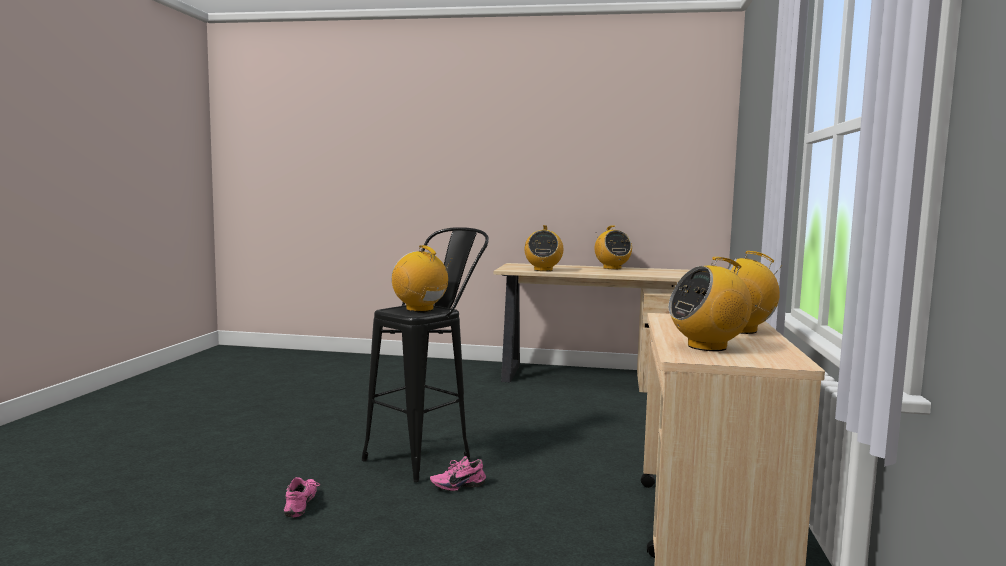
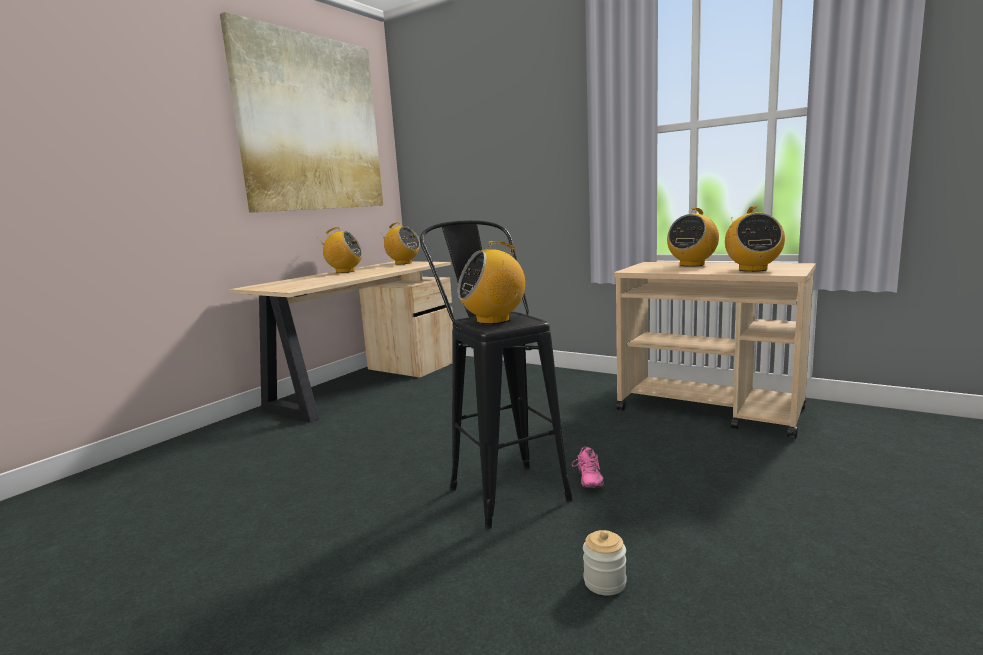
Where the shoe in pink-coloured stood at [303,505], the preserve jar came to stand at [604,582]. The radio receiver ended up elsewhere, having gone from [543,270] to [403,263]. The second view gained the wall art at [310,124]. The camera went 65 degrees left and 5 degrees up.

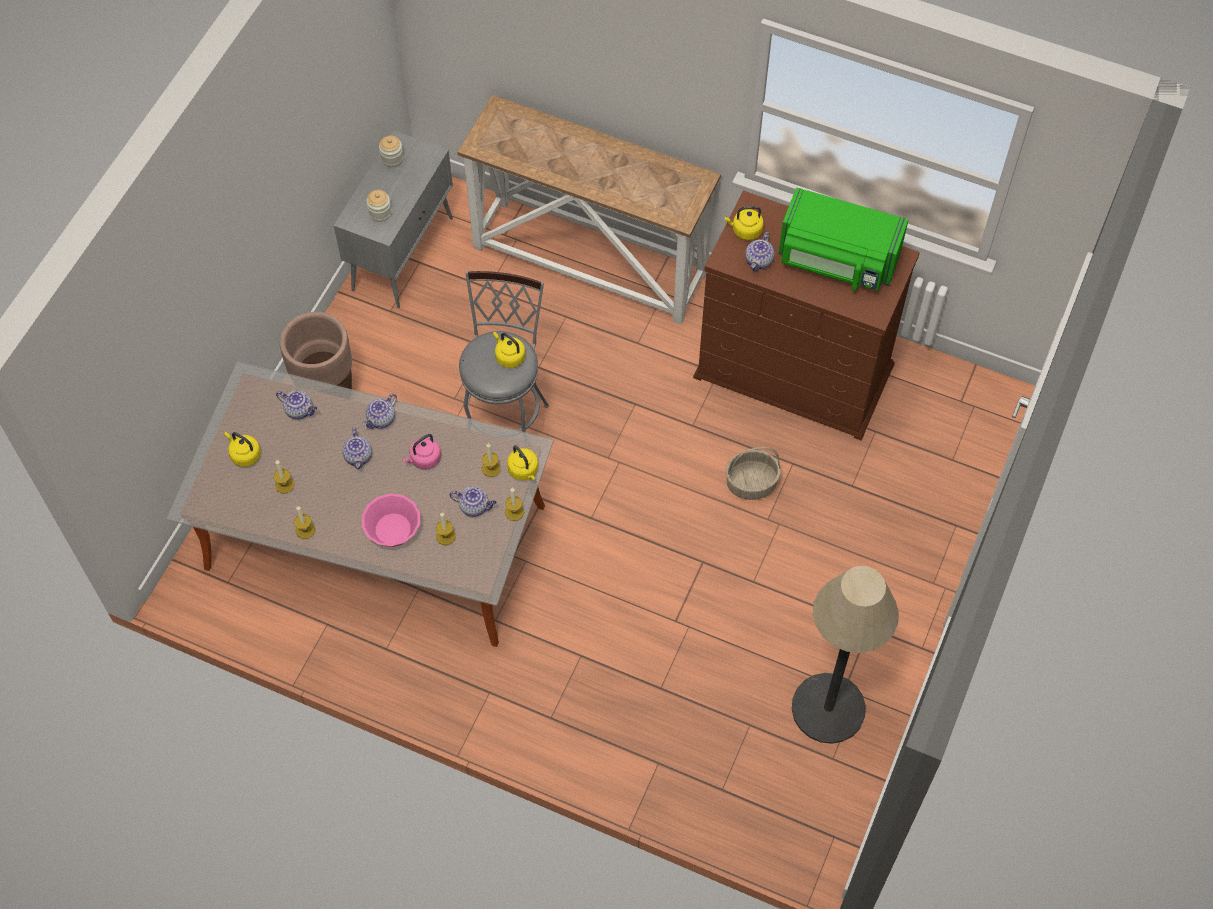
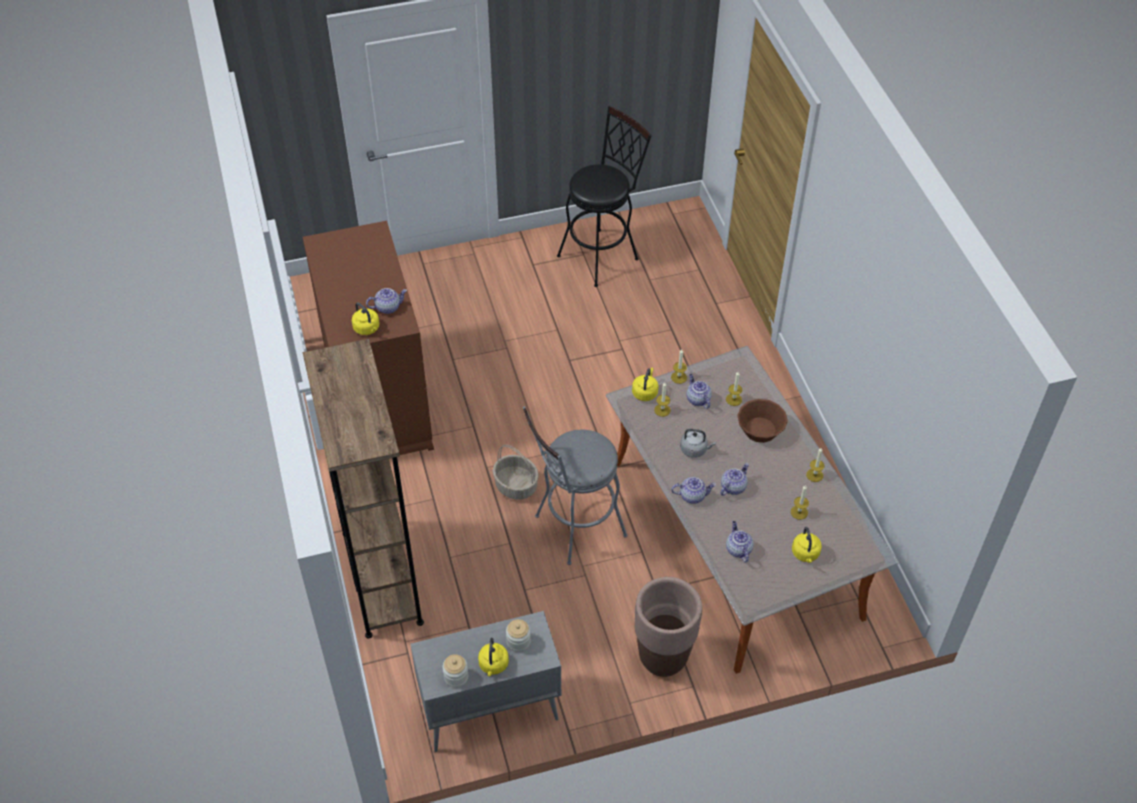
What was the deep dish in pink-coloured at [393,529] turned into the deep dish in brown at [760,429]. What was the tea kettle in pink-coloured at [424,459] turned into the tea kettle in greyish at [695,449]. Where the console table stood at [591,260], the bookcase in brown came to stand at [382,577]. The tea kettle in yellow ended up elsewhere, having gone from [509,356] to [493,665]. The storage basket ended up elsewhere, having gone from [751,484] to [516,486]. The second view lost the microwave oven in green-coloured at [836,261]. Where the standard lamp stood at [828,708], the sitting stool in blackish came to stand at [603,254]. The camera went 130 degrees left and 10 degrees down.

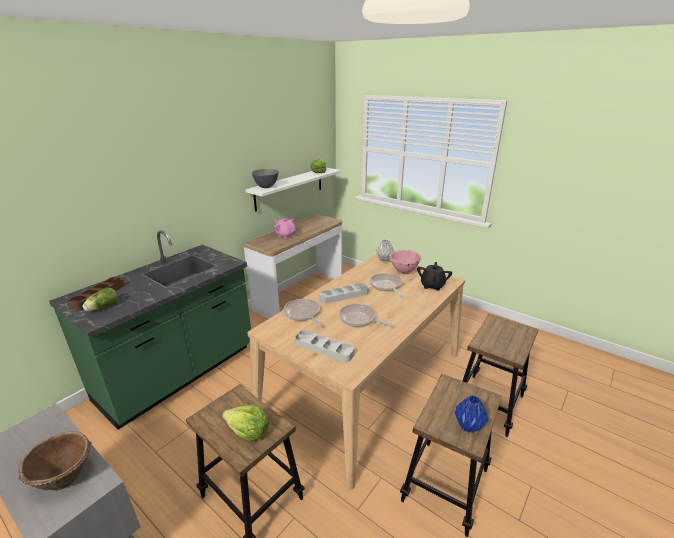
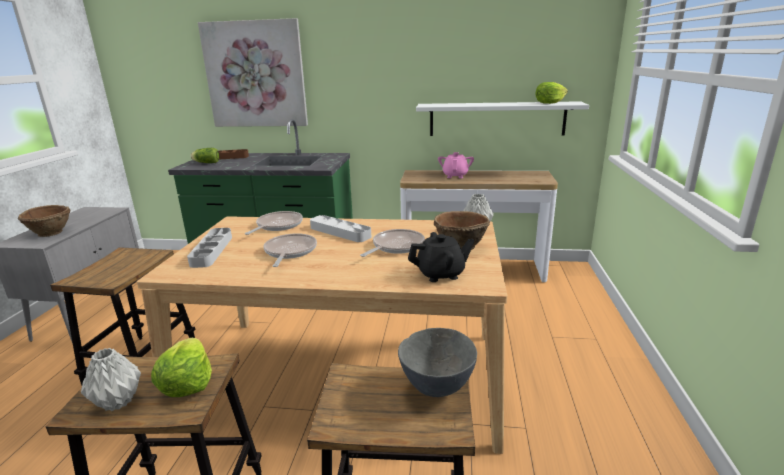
The lettuce ended up elsewhere, having gone from [248,432] to [187,383]. The deep dish in greyish ended up elsewhere, having gone from [266,187] to [436,387]. What was the deep dish in pink-coloured at [403,271] turned into the deep dish in brown at [460,247]. What was the flower vase in bluish at [468,426] turned into the flower vase in greyish at [117,401]. The second view gained the wall art at [255,75]. The camera went 60 degrees right and 5 degrees down.

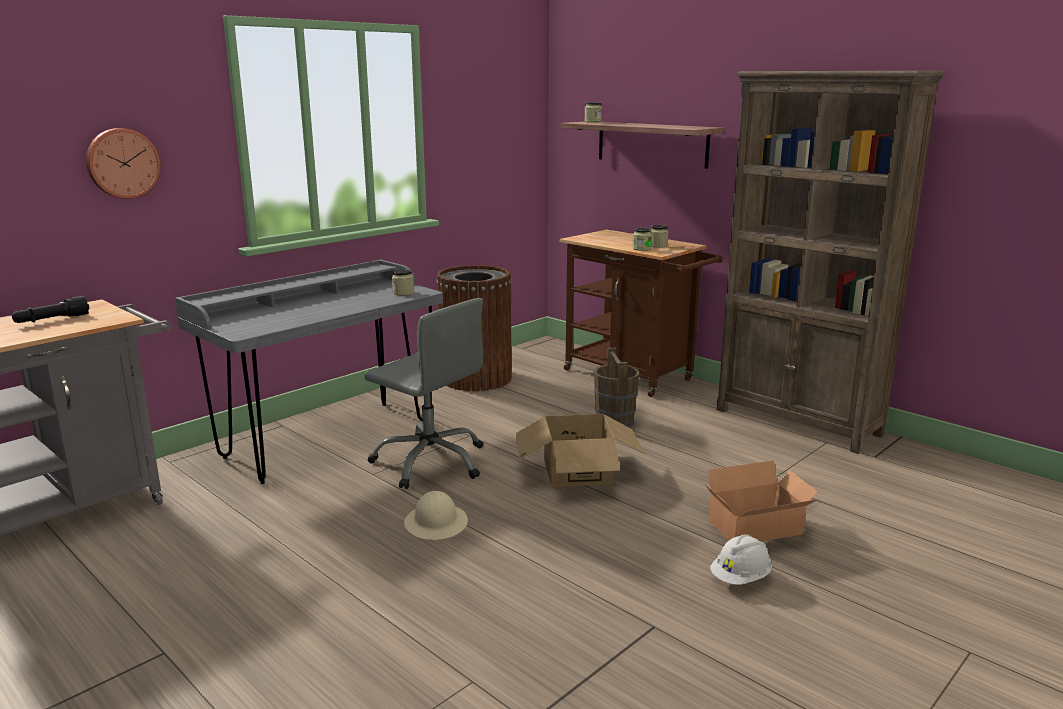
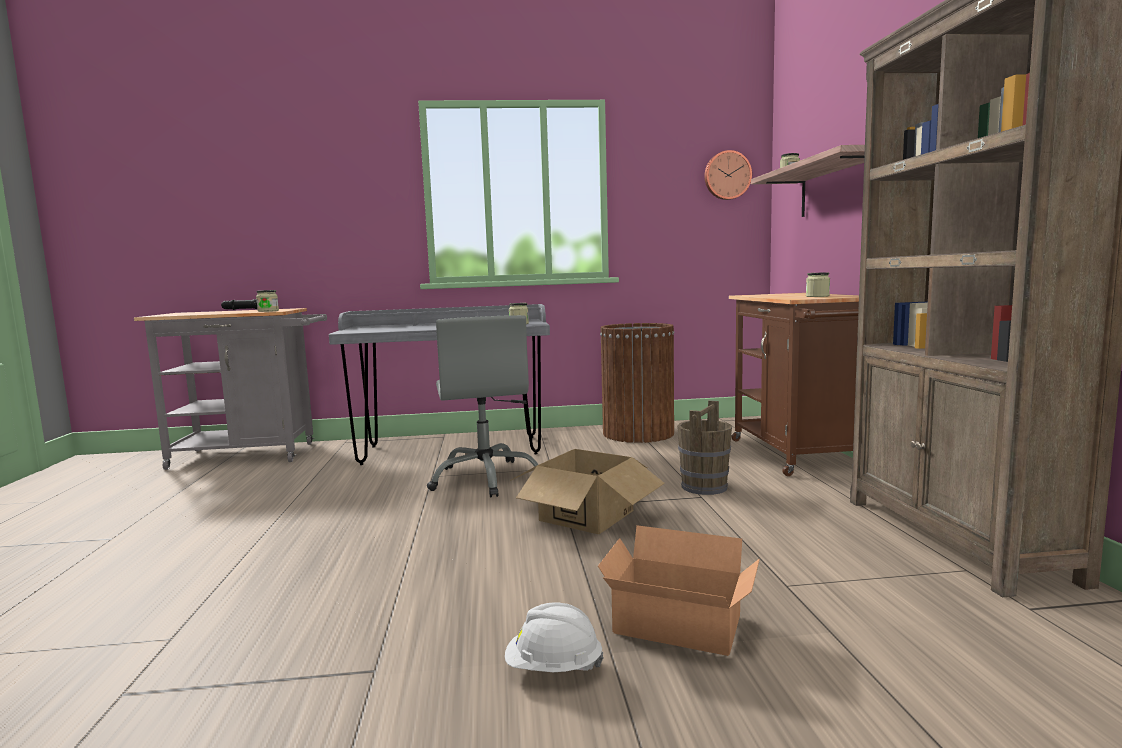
The wall clock ended up elsewhere, having gone from [122,163] to [727,175]. The second view lost the hard hat in beige-coloured at [436,523]. The preserve jar ended up elsewhere, having gone from [641,249] to [268,311]. The camera went 40 degrees right and 10 degrees down.

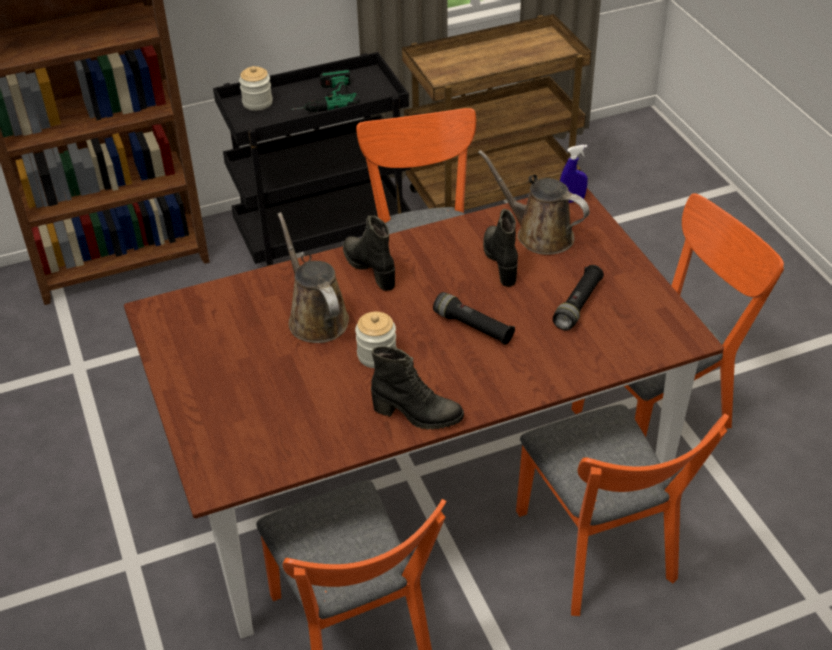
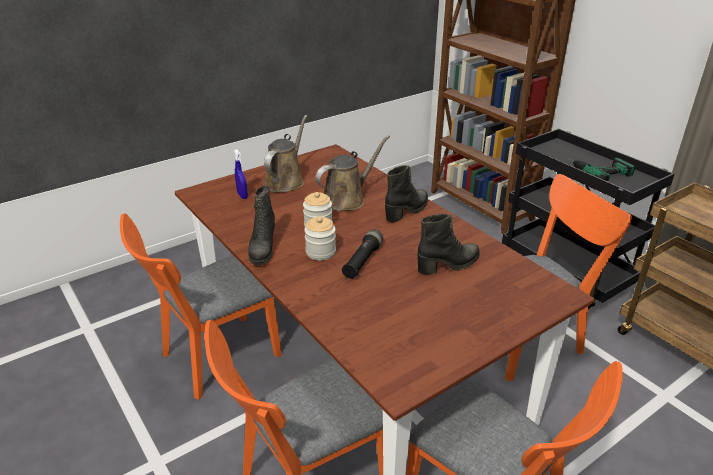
The preserve jar ended up elsewhere, having gone from [257,103] to [320,252]. The watering can in brown ended up elsewhere, having gone from [539,235] to [285,181]. The second view lost the torch in blackish at [578,305]. The hand sprayer in bluish ended up elsewhere, having gone from [571,200] to [242,195]. The camera went 75 degrees right and 10 degrees down.

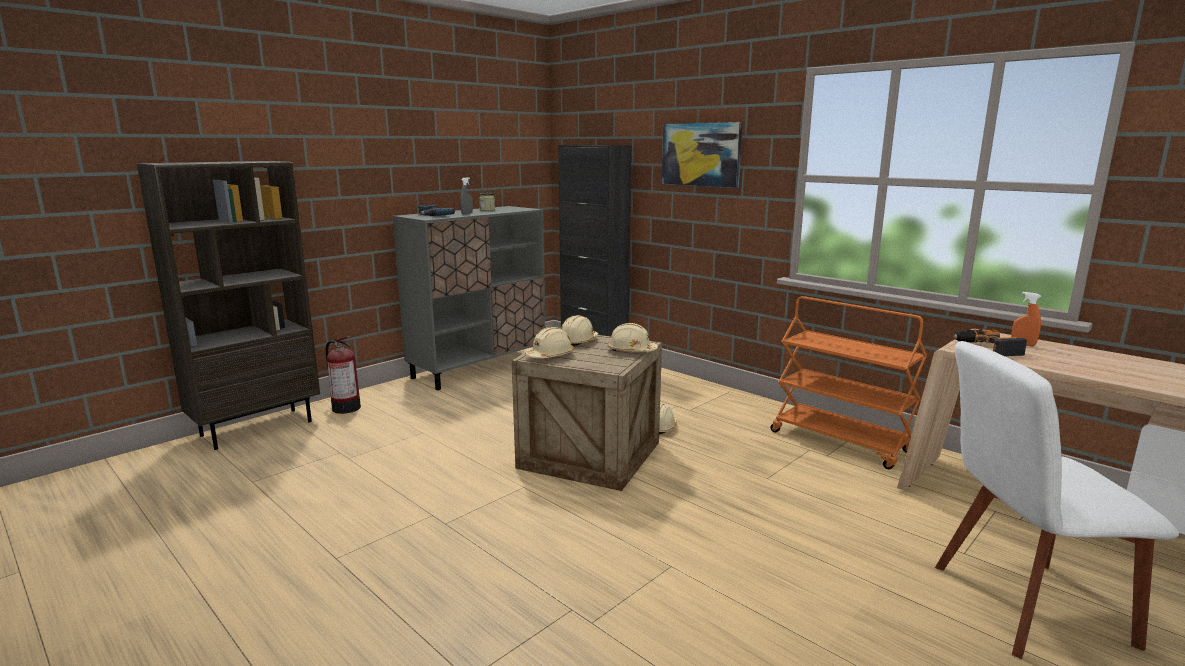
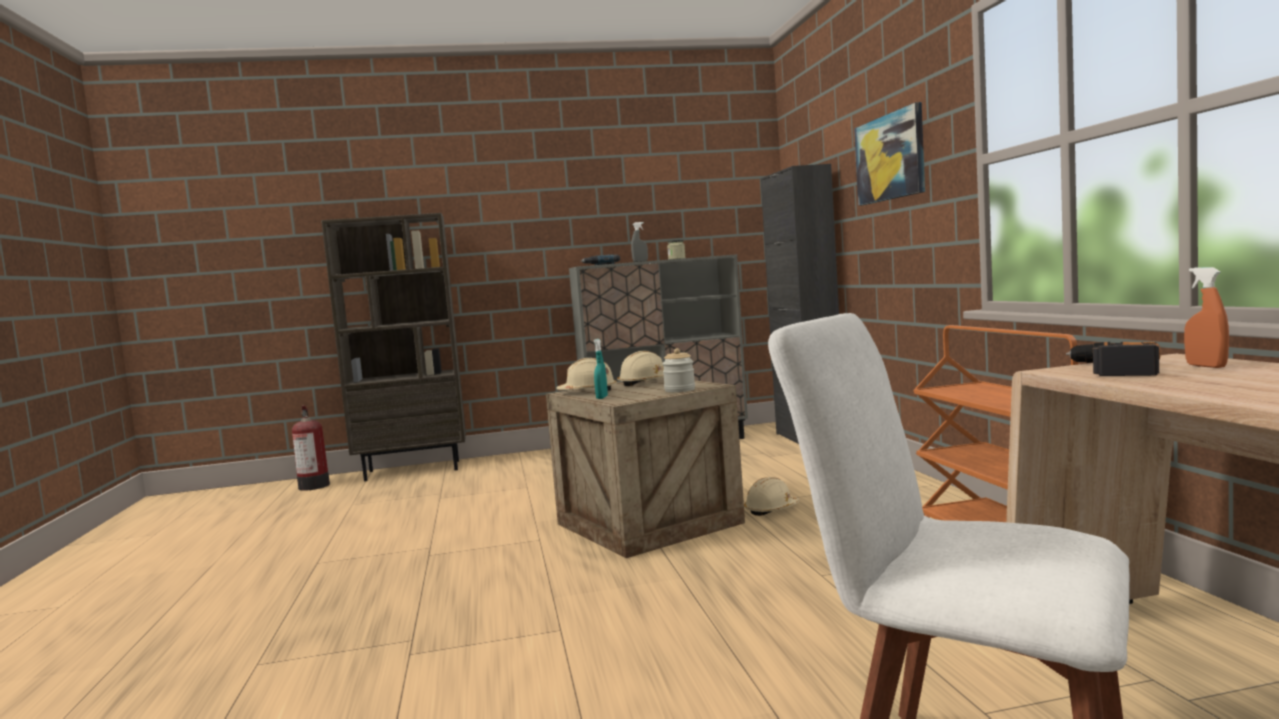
The extinguisher ended up elsewhere, having gone from [345,407] to [314,485]. Where the hard hat in beige-coloured stood at [631,351], the preserve jar came to stand at [679,390]. The second view gained the hand sprayer in turquoise-coloured at [602,398]. The camera went 35 degrees right and 10 degrees down.

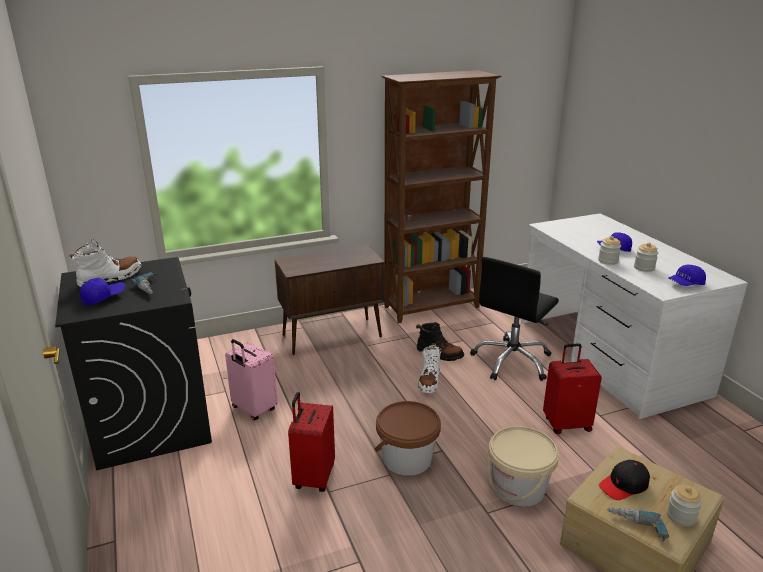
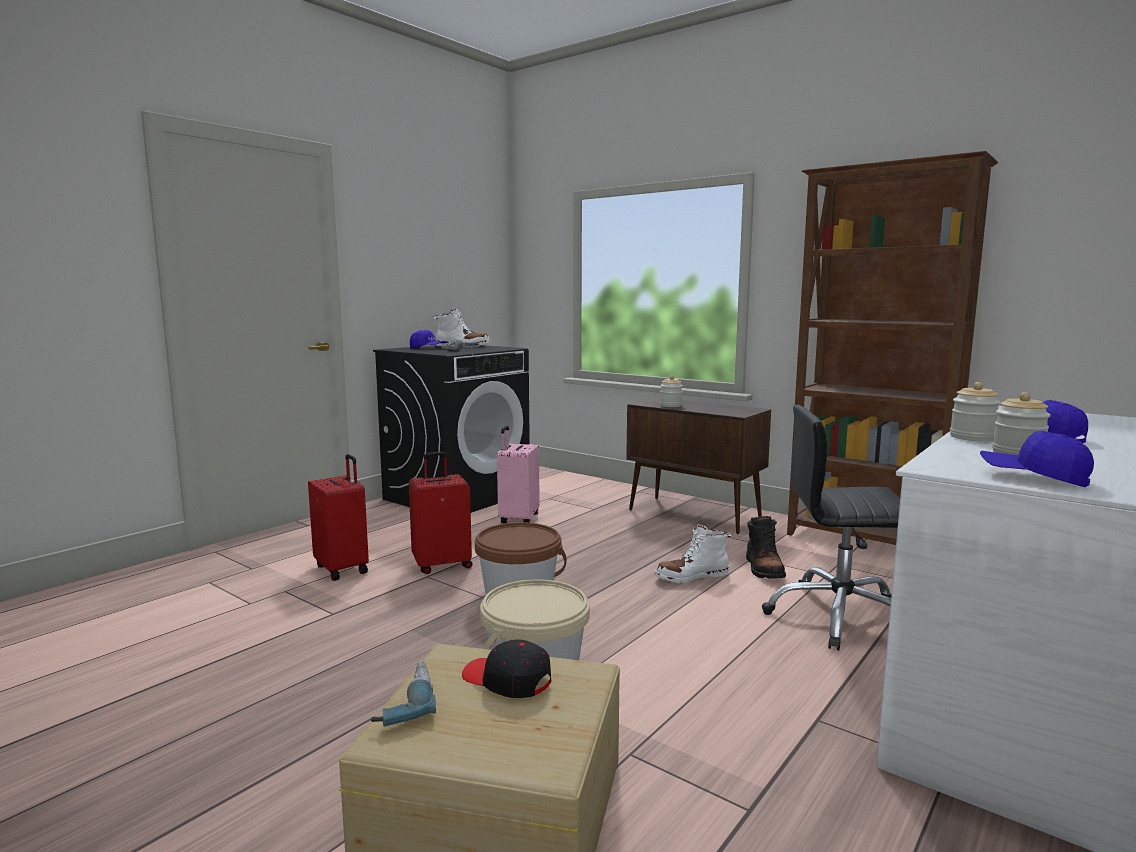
The suitcase in red ended up elsewhere, having gone from [566,424] to [343,569]. The preserve jar ended up elsewhere, having gone from [681,516] to [671,405]. The camera went 60 degrees right and 15 degrees down.

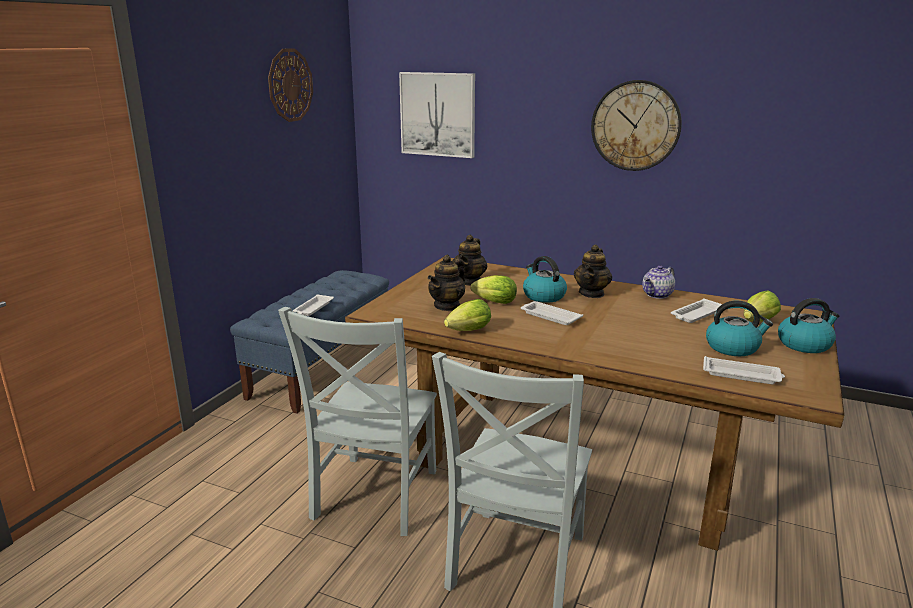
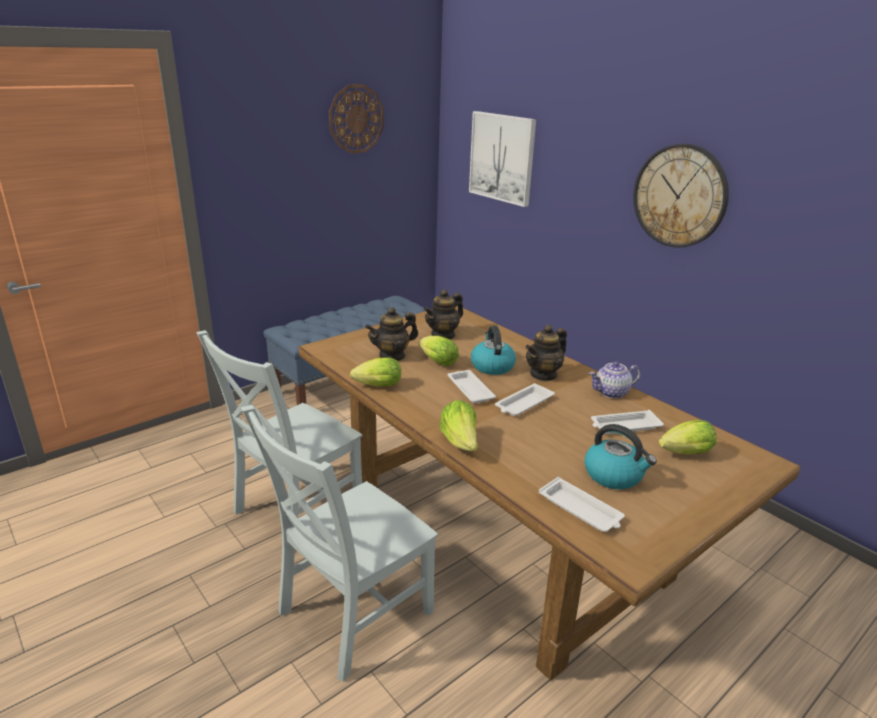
The serving tray in whitish ended up elsewhere, having gone from [313,308] to [523,404]. The second view lost the tea kettle at [804,344]. The second view gained the lettuce at [460,443]. The camera went 25 degrees right and 5 degrees up.

